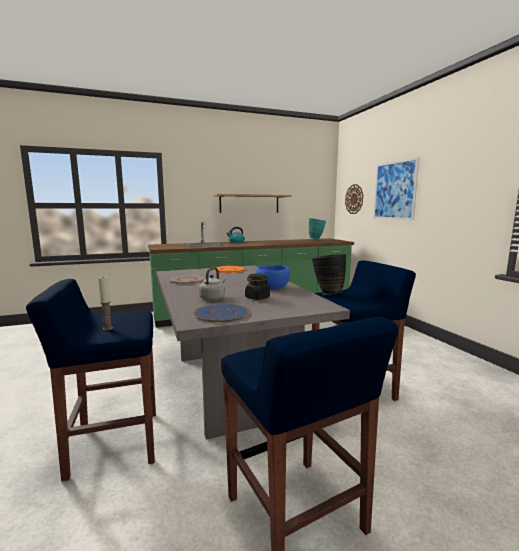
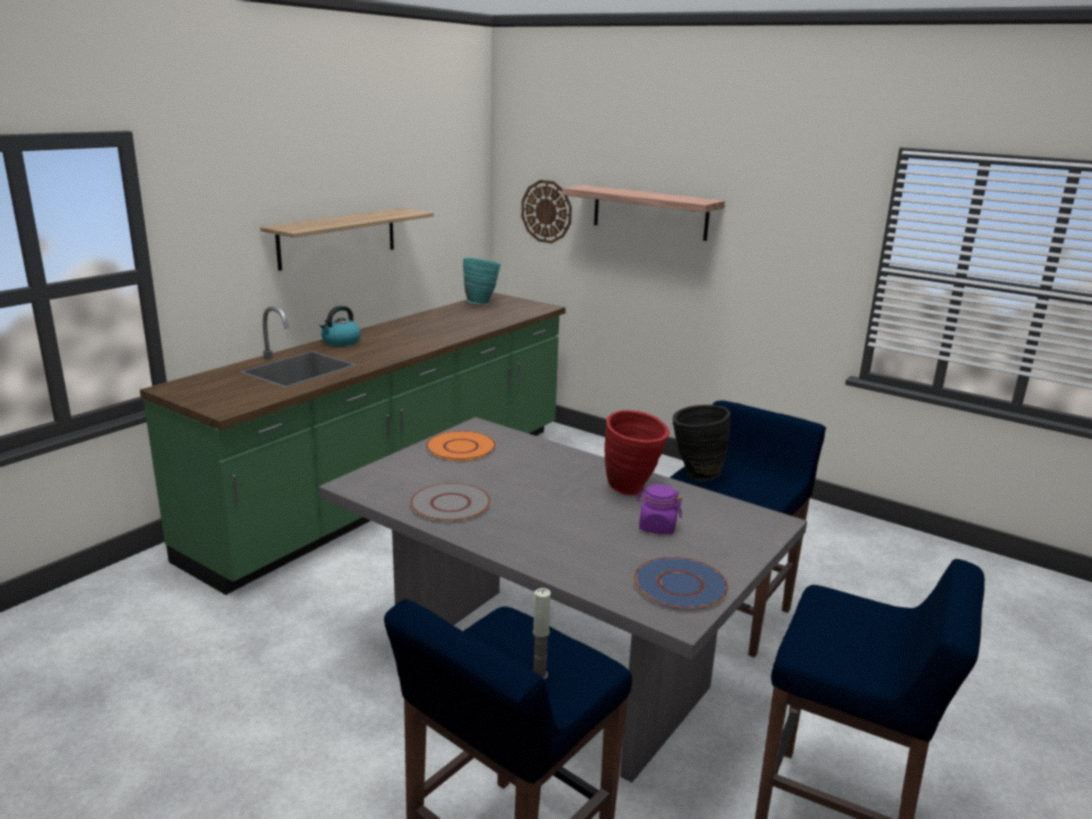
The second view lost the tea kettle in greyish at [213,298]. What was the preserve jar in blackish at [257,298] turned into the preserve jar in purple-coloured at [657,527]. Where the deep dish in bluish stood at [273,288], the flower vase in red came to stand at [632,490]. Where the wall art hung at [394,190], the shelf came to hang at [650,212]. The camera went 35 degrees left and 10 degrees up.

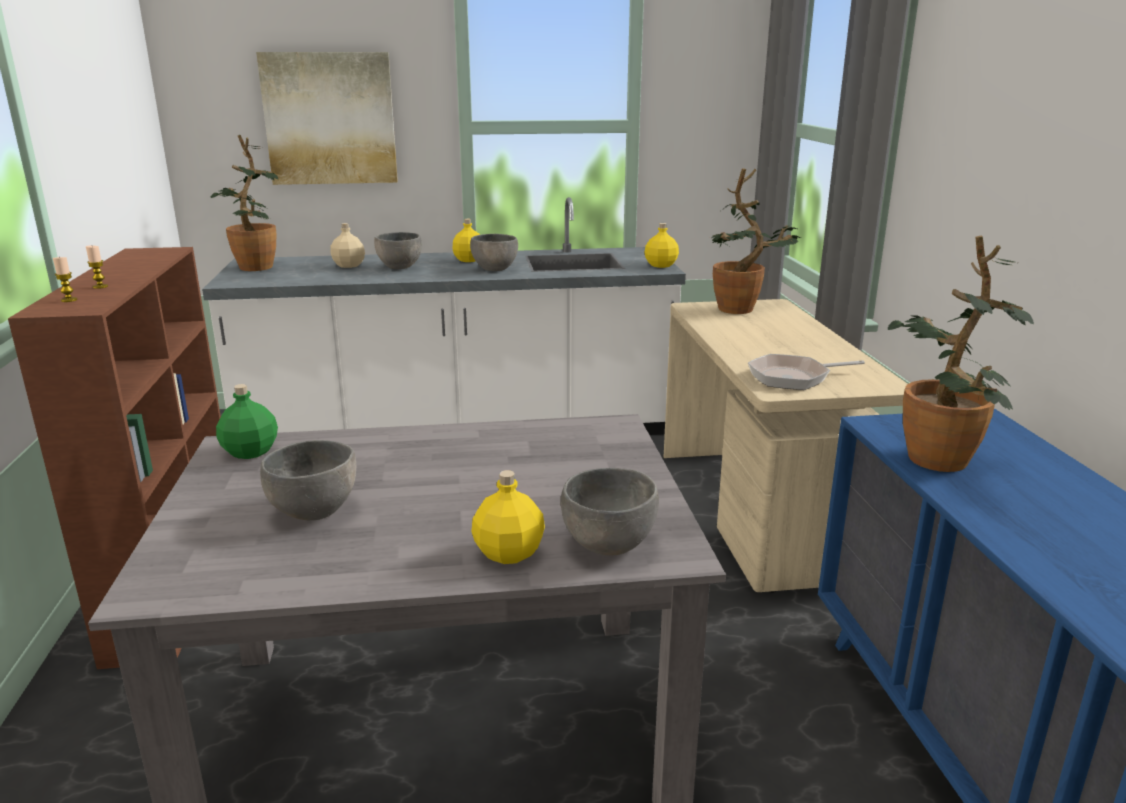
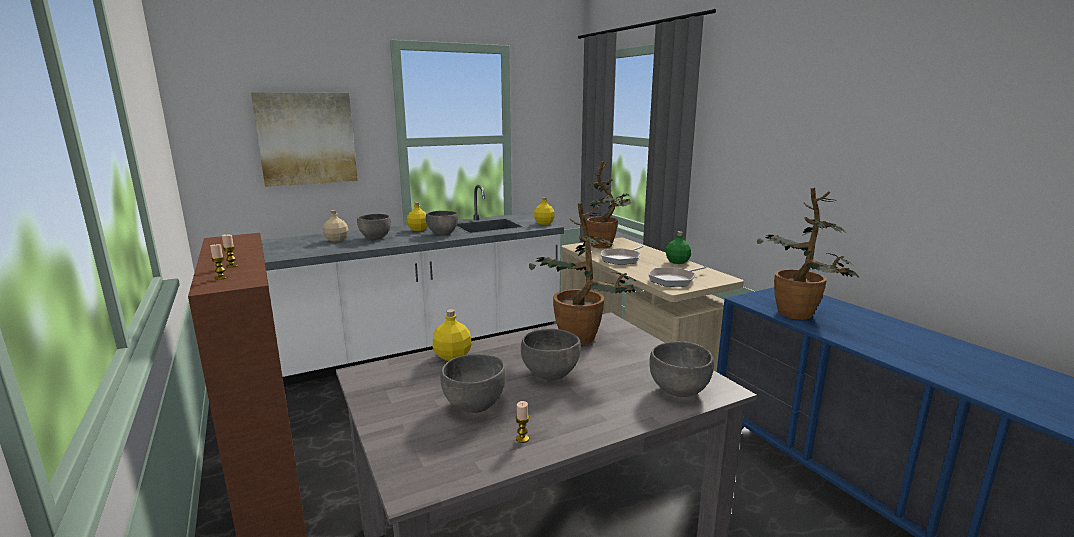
The potted plant ended up elsewhere, having gone from [255,269] to [583,341]. The drink bottle in green-coloured ended up elsewhere, having gone from [249,452] to [677,262]. The drink bottle in yellow ended up elsewhere, having gone from [509,554] to [453,356]. The second view gained the candle at [522,439]. The second view gained the deep dish in greyish at [551,374]. The second view gained the skillet at [622,259]. The camera went 20 degrees left and 5 degrees down.

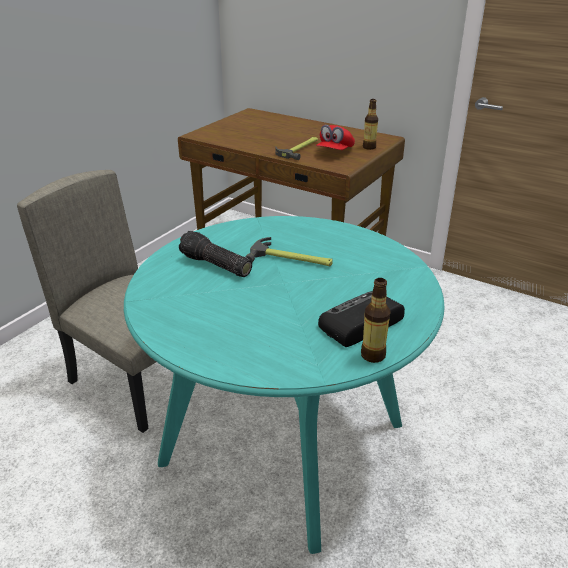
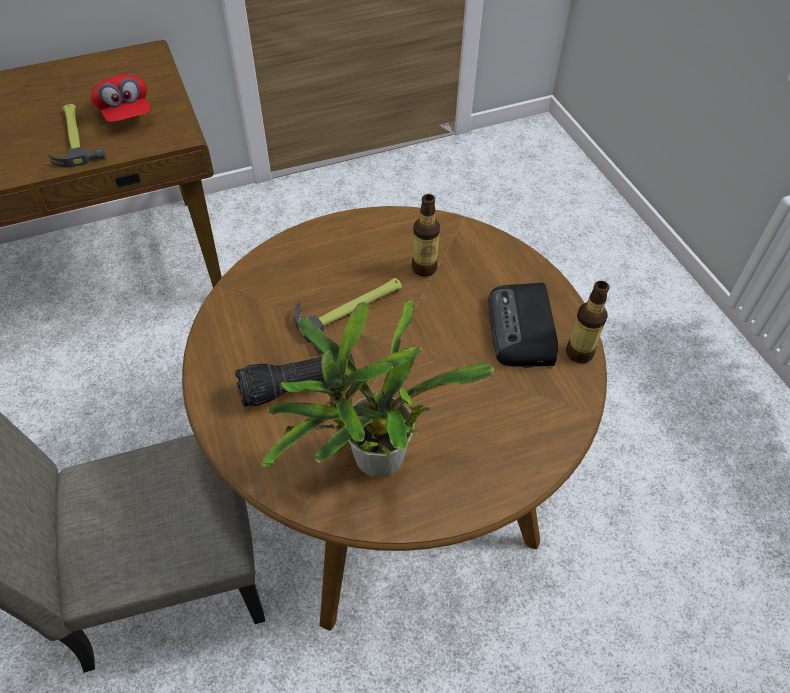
What was the dinner table in turquoise-coloured at [284,442] turned into the dinner table in brown at [393,486]. The drink bottle ended up elsewhere, having gone from [369,147] to [424,268]. The second view gained the potted plant at [371,460]. The camera went 55 degrees left and 20 degrees up.

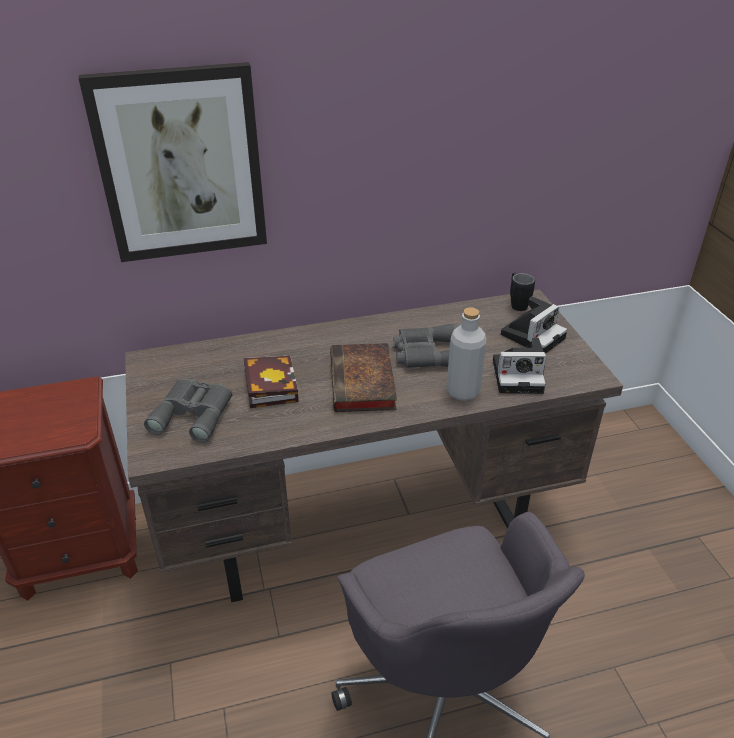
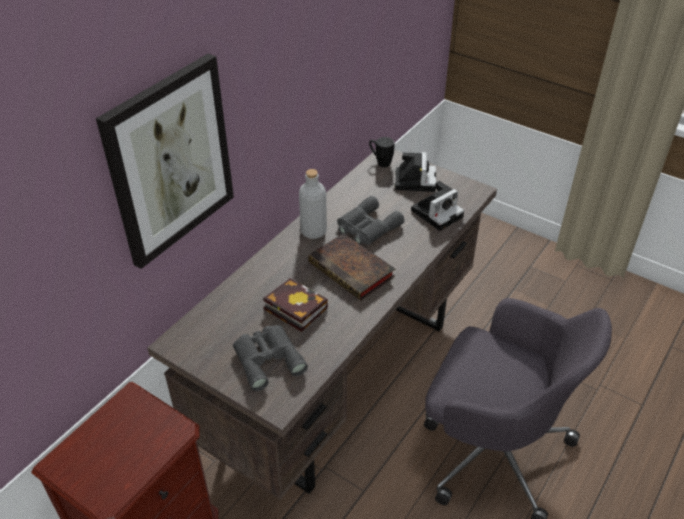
The drink bottle in greyish ended up elsewhere, having gone from [463,391] to [313,231]. The camera went 40 degrees left and 5 degrees up.

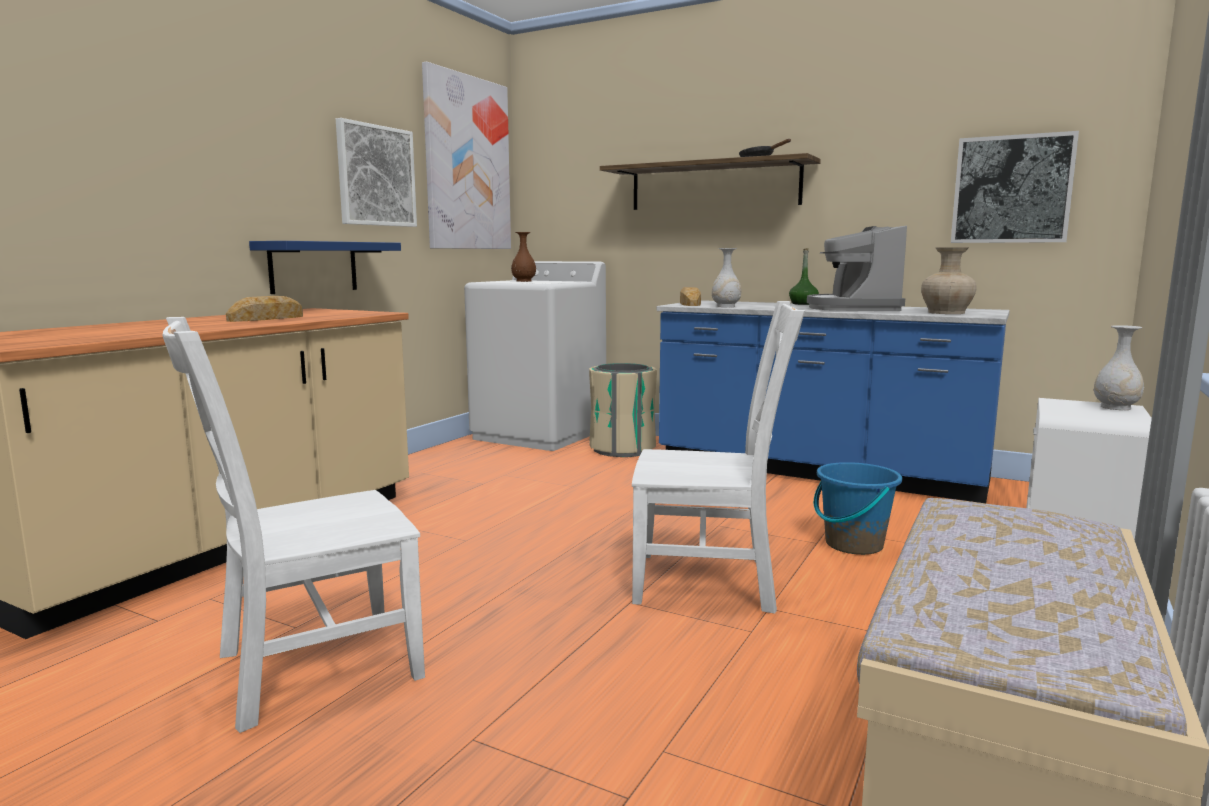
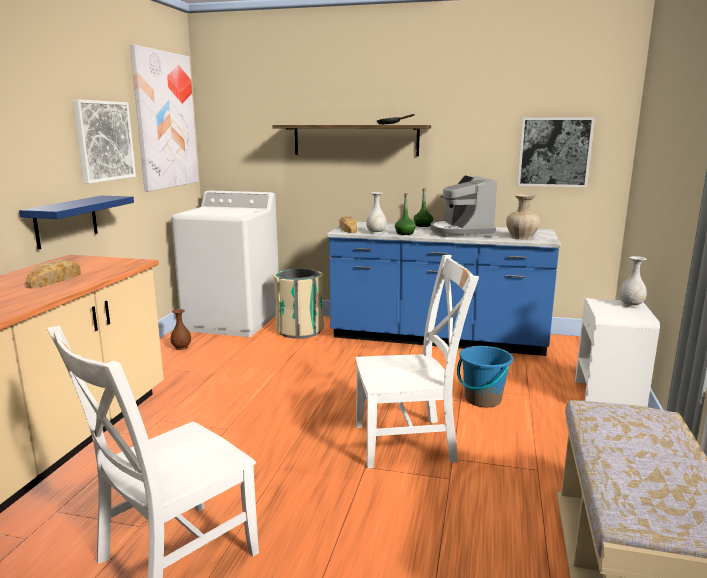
The flower vase in brown ended up elsewhere, having gone from [524,281] to [181,347]. The second view gained the drink bottle in green-coloured at [405,233]. The camera went 15 degrees left and 5 degrees up.

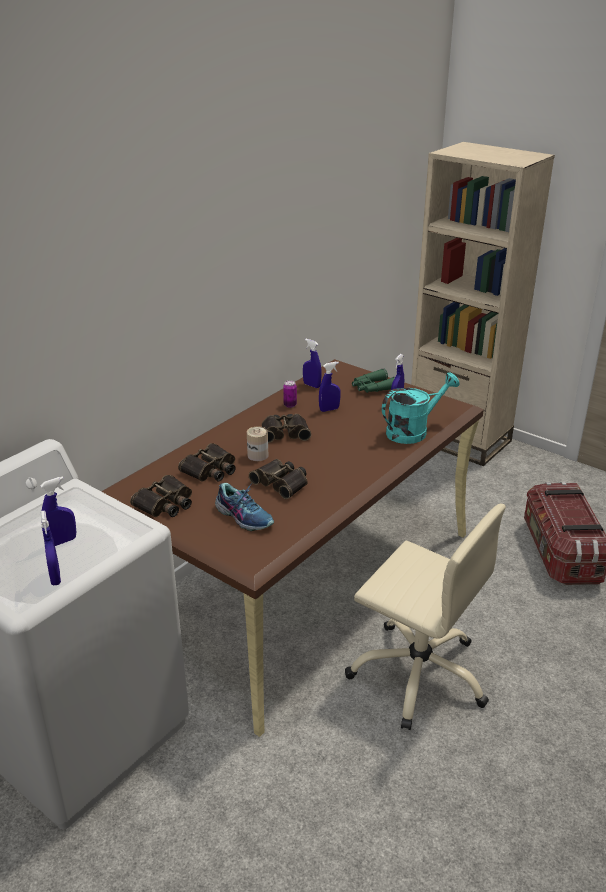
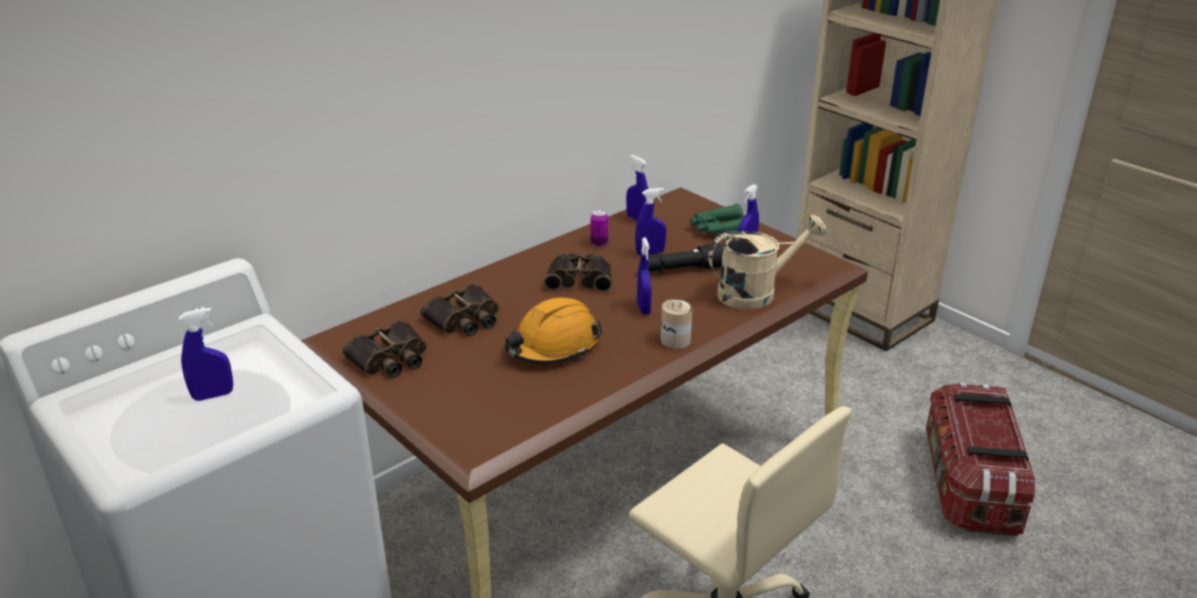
The hand sprayer in bluish ended up elsewhere, having gone from [55,577] to [643,308]. The second view lost the shoe at [244,516]. The metal can ended up elsewhere, having gone from [258,455] to [675,340]. Where the binoculars stood at [282,483], the hard hat in orange came to stand at [553,346]. What was the watering can in turquoise-coloured at [413,431] turned into the watering can in beige-coloured at [756,292]. The second view gained the torch in blackish at [681,270]. The camera went 10 degrees right and 0 degrees up.

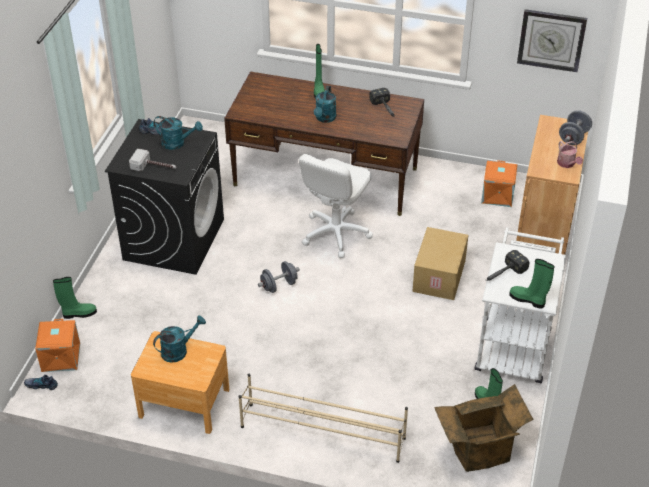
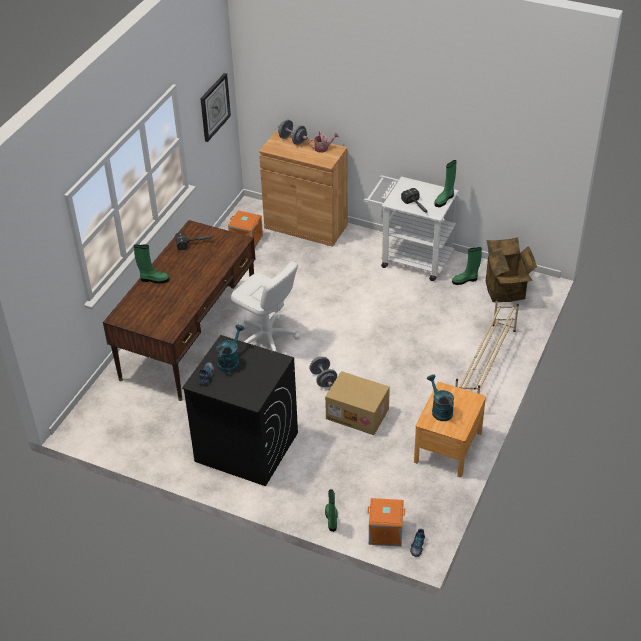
The second view lost the tool hammer at [154,167]. The second view lost the watering can in turquoise-coloured at [325,118]. The carton ended up elsewhere, having gone from [440,276] to [358,413]. The camera went 80 degrees left and 0 degrees up.

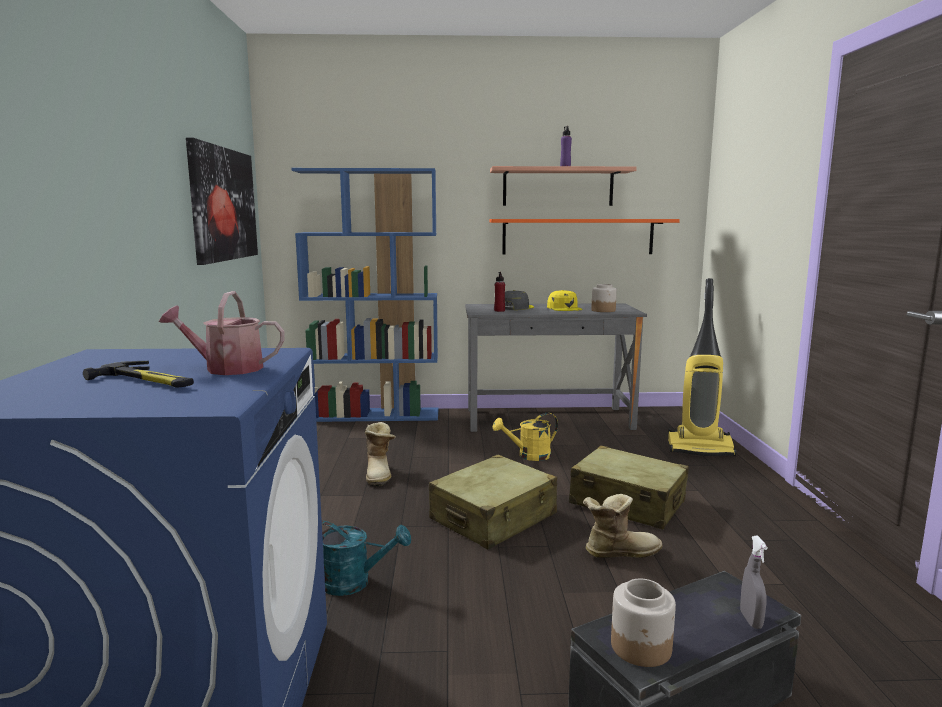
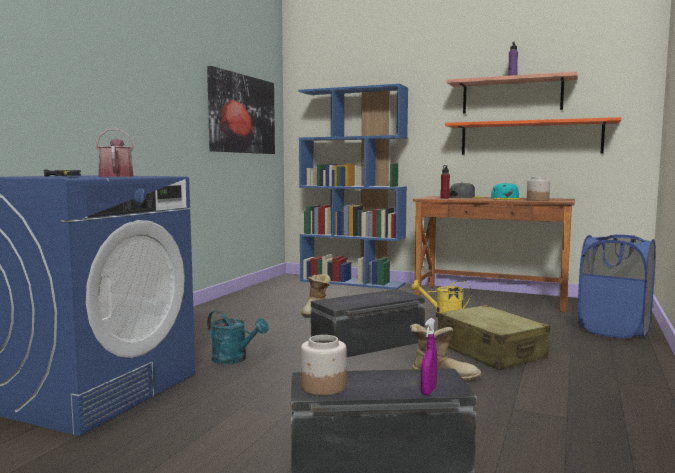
The watering can at [226,368] ended up facing another way, 45 degrees clockwise from before. Where the suitcase in beige-coloured stood at [493,517], the storage box in blackish came to stand at [369,344]. What was the desk unit in greyish at [548,419] turned into the desk unit in brown at [491,298]. What was the peaked cap in yellow at [564,308] turned into the peaked cap in turquoise-coloured at [506,199]. Where the vacuum stood at [700,448], the hamper in bluish came to stand at [614,330]. What was the hand sprayer in greyish at [751,620] turned into the hand sprayer in purple-coloured at [428,391]. The camera went 25 degrees right and 5 degrees down.

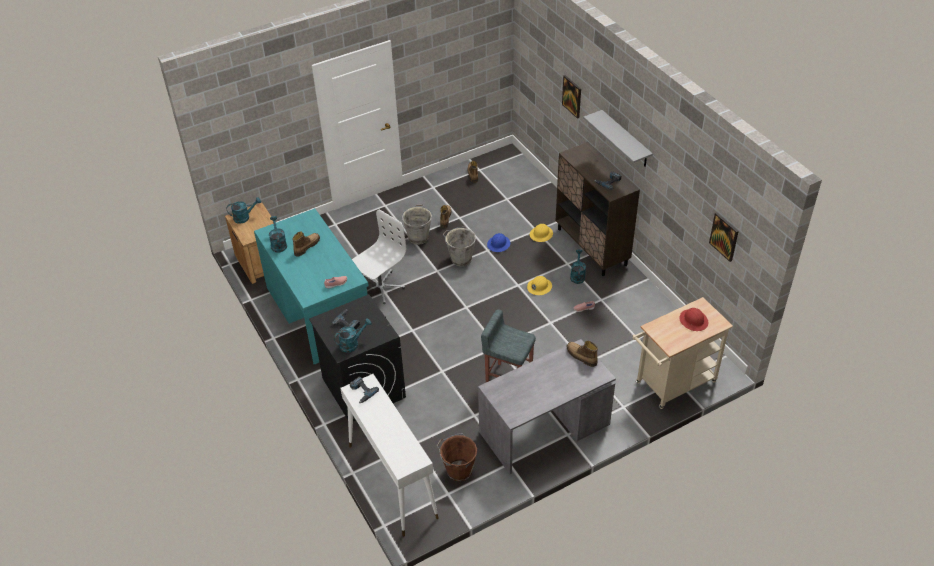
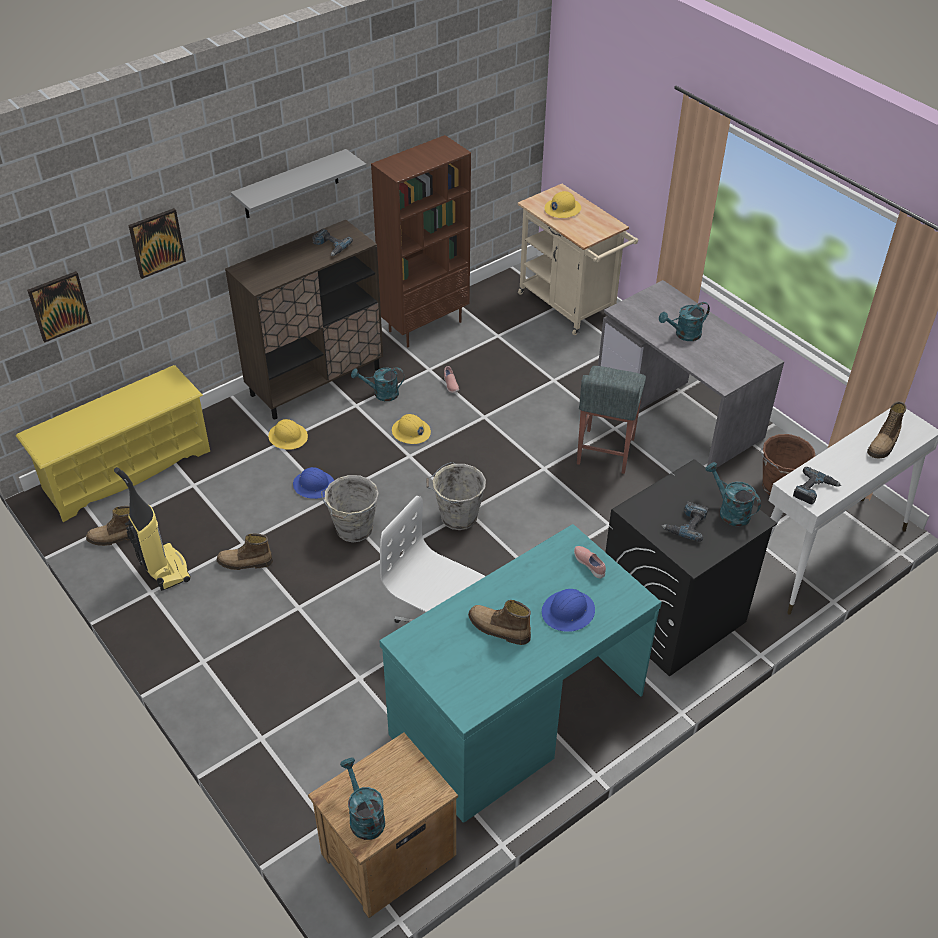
The watering can in turquoise-coloured ended up elsewhere, having gone from [278,244] to [683,335]. The water bucket in greyish ended up elsewhere, having gone from [418,237] to [457,517]. The tall boot ended up elsewhere, having gone from [581,356] to [883,444]. What was the hard hat in red at [693,320] turned into the hard hat in yellow at [562,209]. The wall art ended up elsewhere, having gone from [724,236] to [59,306]. The second view gained the shoe stand in yellow at [126,470]. The second view gained the vacuum at [164,568]. The second view gained the bookcase in brown at [425,325]. The second view gained the hard hat in bluish at [568,612]. The camera went 100 degrees left and 0 degrees up.

